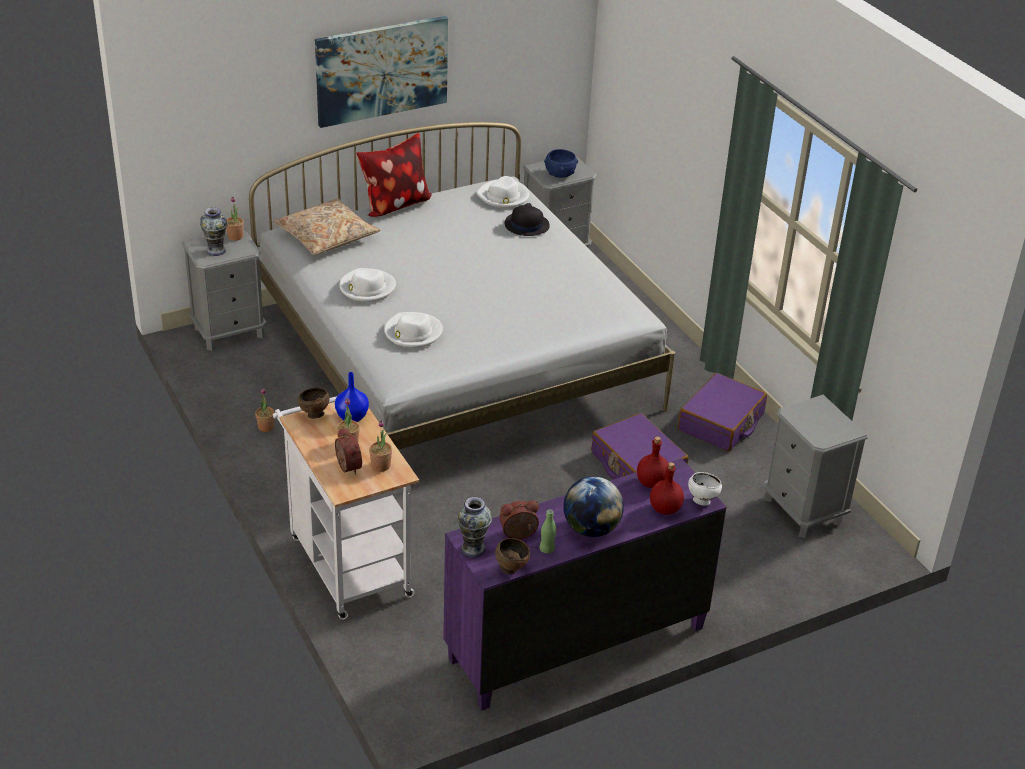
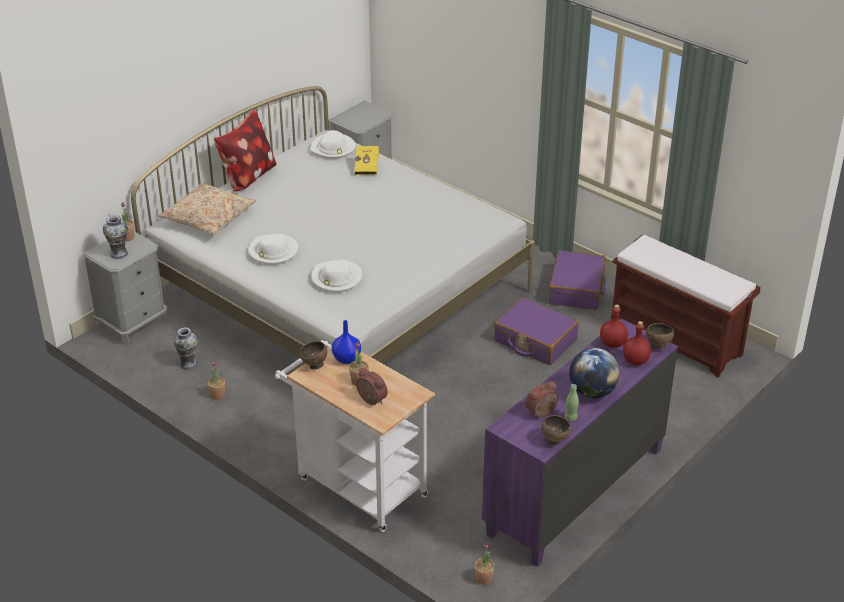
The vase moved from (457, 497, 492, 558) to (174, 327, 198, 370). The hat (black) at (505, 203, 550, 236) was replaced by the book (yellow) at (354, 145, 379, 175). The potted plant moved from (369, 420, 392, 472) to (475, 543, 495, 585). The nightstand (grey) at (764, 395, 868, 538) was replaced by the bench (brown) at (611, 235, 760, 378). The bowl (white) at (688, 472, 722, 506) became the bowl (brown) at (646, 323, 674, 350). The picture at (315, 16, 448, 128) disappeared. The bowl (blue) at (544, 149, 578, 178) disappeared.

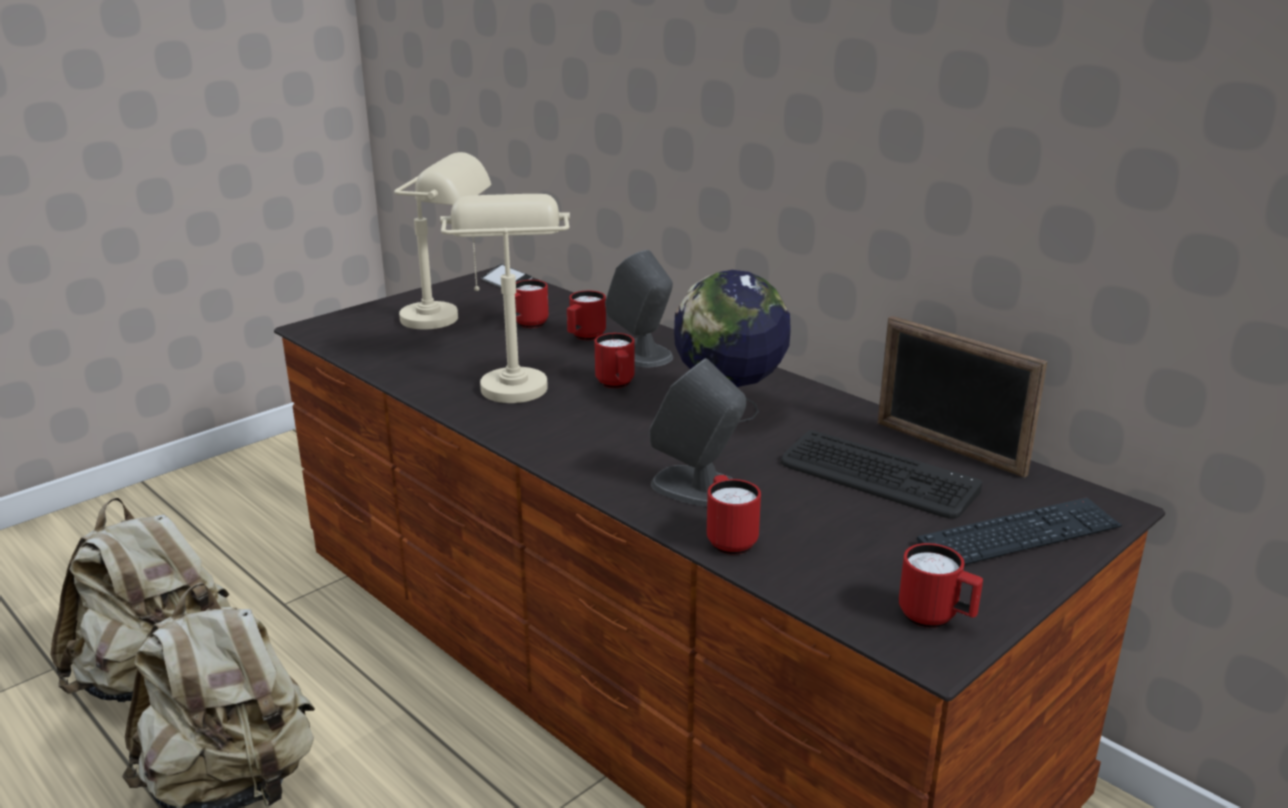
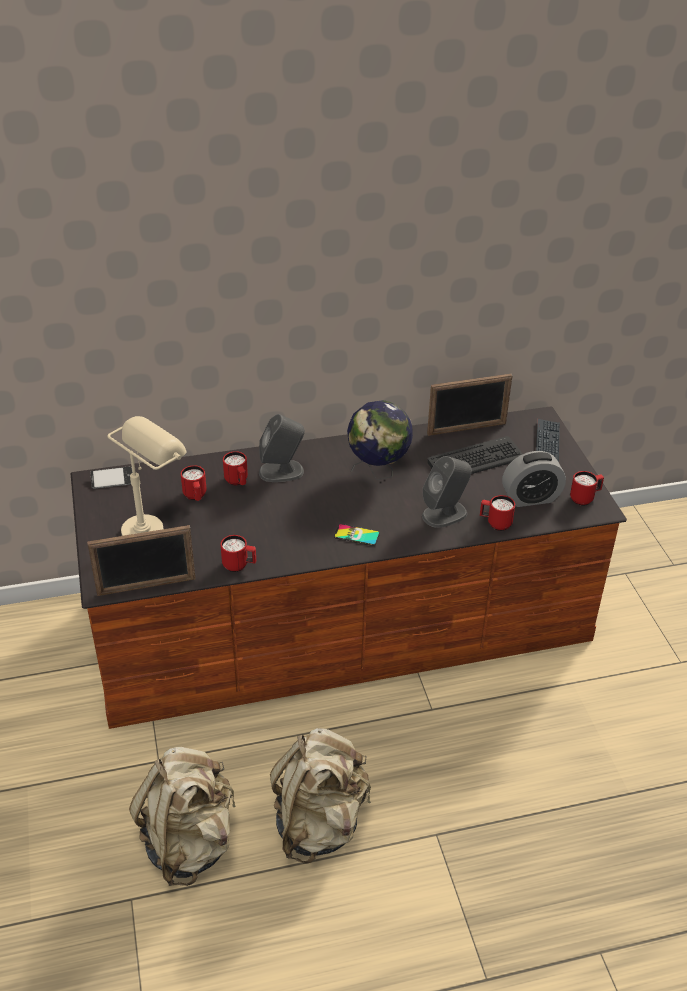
The picture frame at (87, 525, 196, 596) appeared. The mug (red) moved from (595, 333, 635, 388) to (220, 535, 256, 572). The phone at (334, 524, 380, 546) appeared. The alarm clock at (502, 451, 566, 507) appeared. The table lamp (beige) at (440, 194, 570, 403) disappeared.

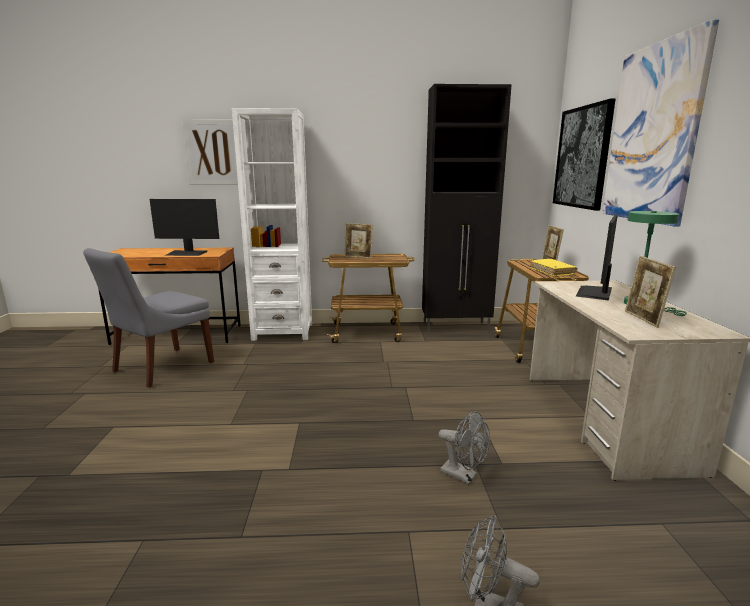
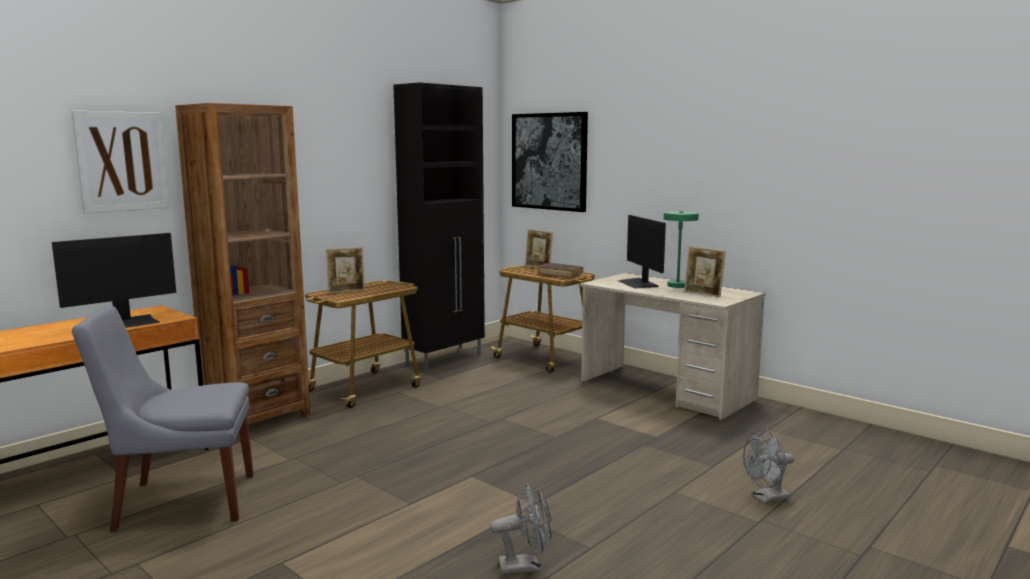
The chair (grey) at (83, 248, 214, 388) turned 90 degrees clockwise. The bookcase (white) at (232, 108, 312, 341) became the bookcase (brown) at (175, 103, 311, 437). The fan (grey) moved from (439, 411, 490, 484) to (490, 484, 552, 574). The book (yellow) at (530, 259, 577, 276) became the book (brown) at (538, 262, 583, 278). The picture at (603, 19, 719, 226) disappeared.

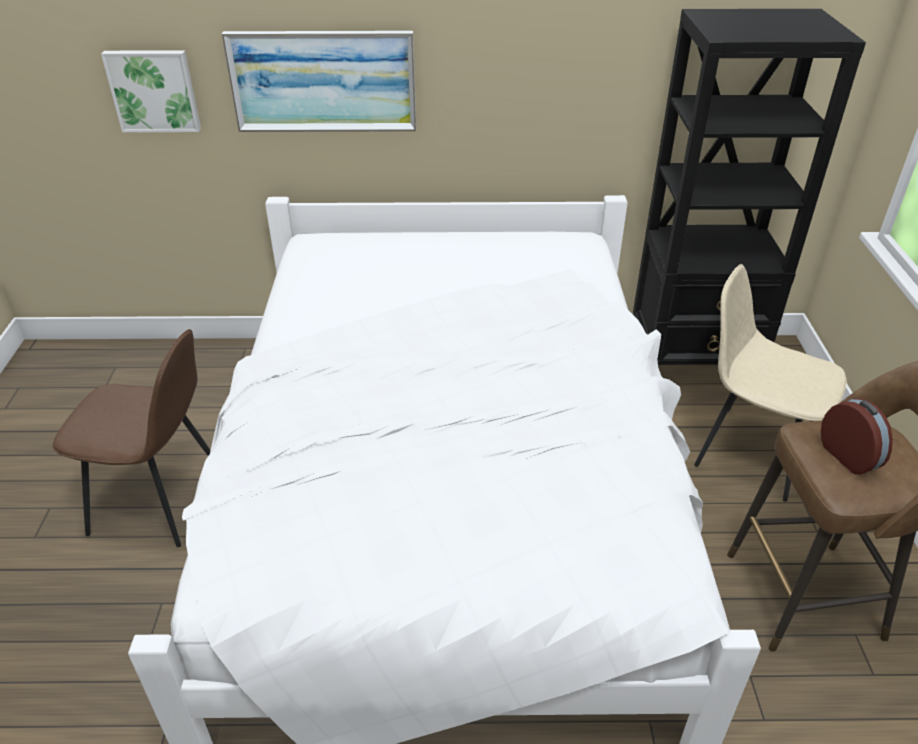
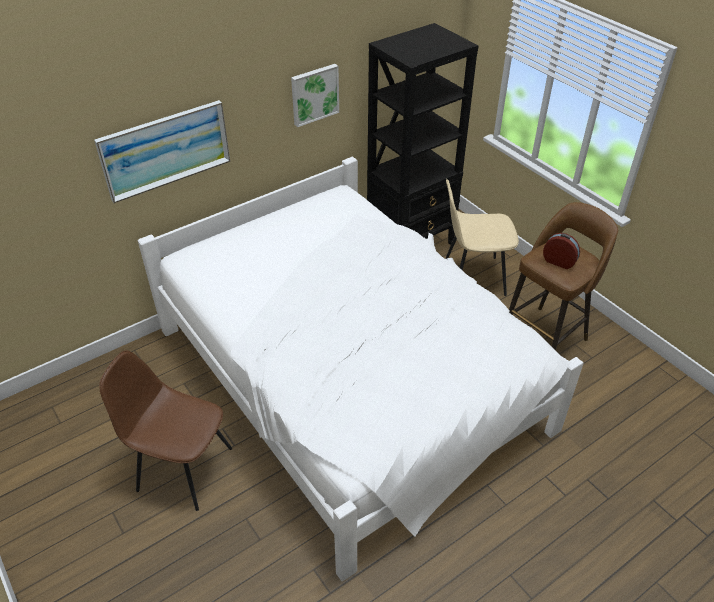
The chair (brown) at (53, 329, 210, 547) turned 135 degrees counterclockwise. The picture moved from (101, 50, 201, 132) to (291, 64, 339, 127).

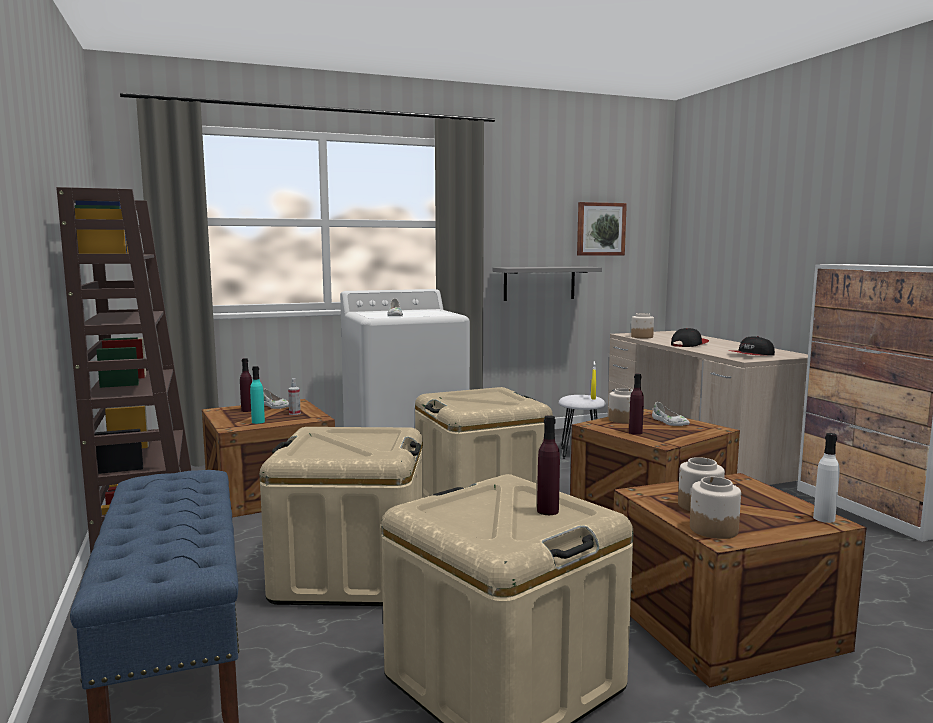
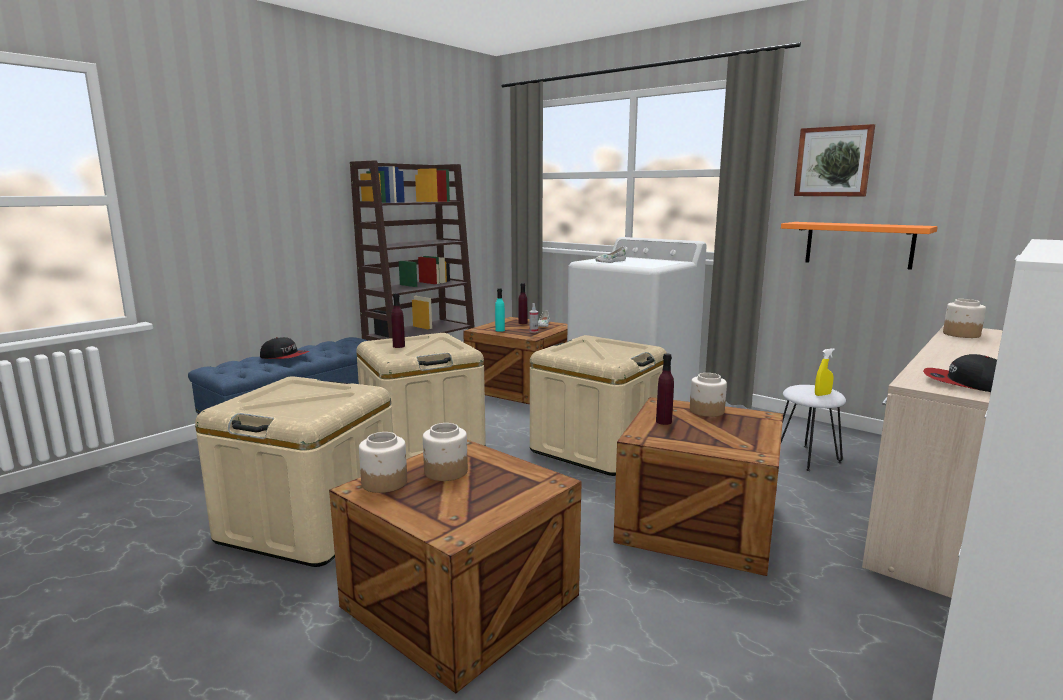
The cap moved from (671, 328, 709, 347) to (260, 337, 309, 359). The bottle (purple) moved from (537, 415, 560, 515) to (391, 293, 405, 348). The shelf (grey) at (492, 266, 602, 301) became the shelf (orange) at (781, 222, 938, 270). The picture moved from (577, 202, 627, 256) to (794, 124, 875, 196). The shoe (white) at (652, 402, 690, 426) disappeared. The bottle (white) at (813, 433, 840, 523) disappeared.

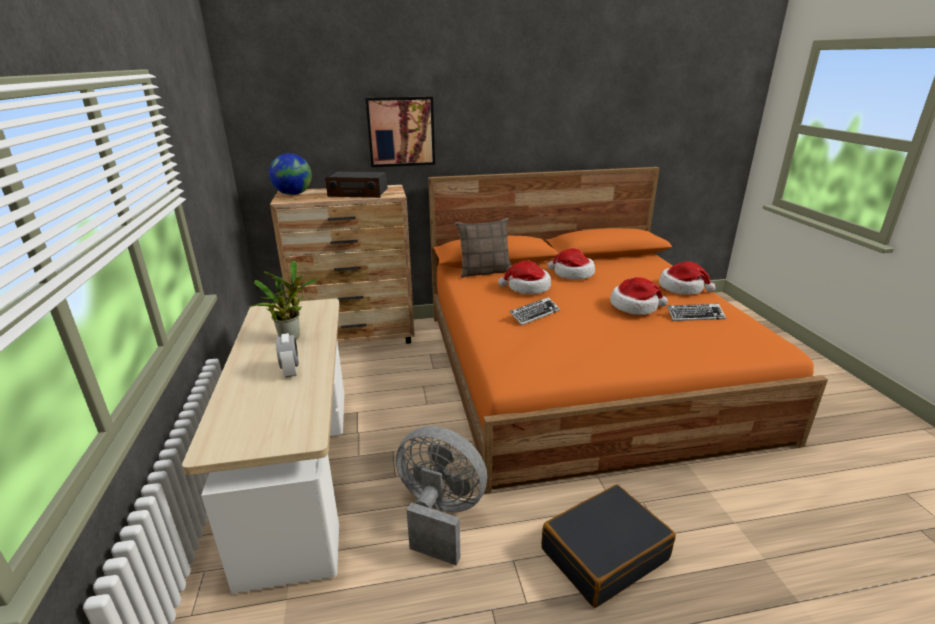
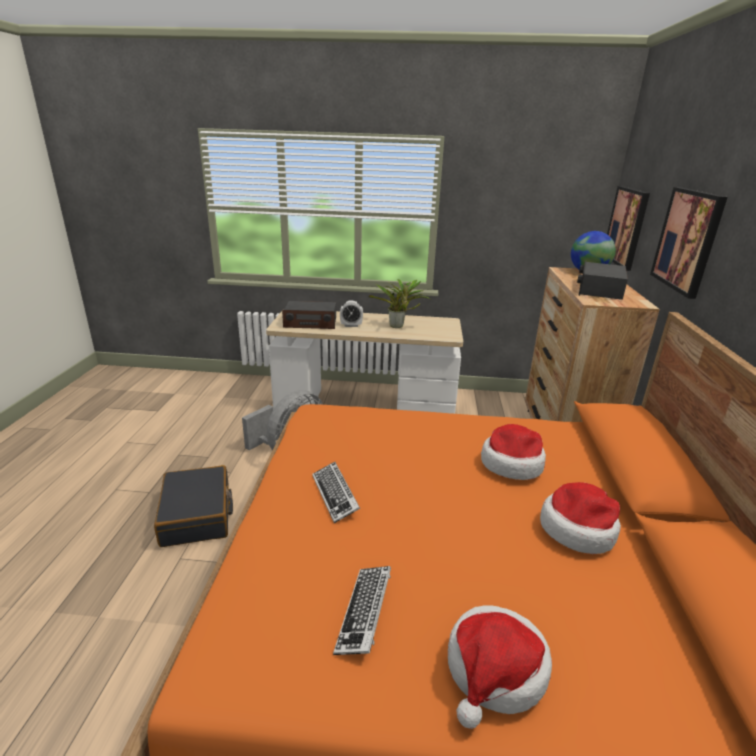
The radio at (282, 301, 336, 329) appeared. The keyboard moved from (510, 297, 560, 325) to (312, 462, 360, 523). The picture at (607, 186, 650, 271) appeared. The pillow at (455, 218, 512, 278) disappeared. The hat at (610, 277, 668, 315) disappeared.

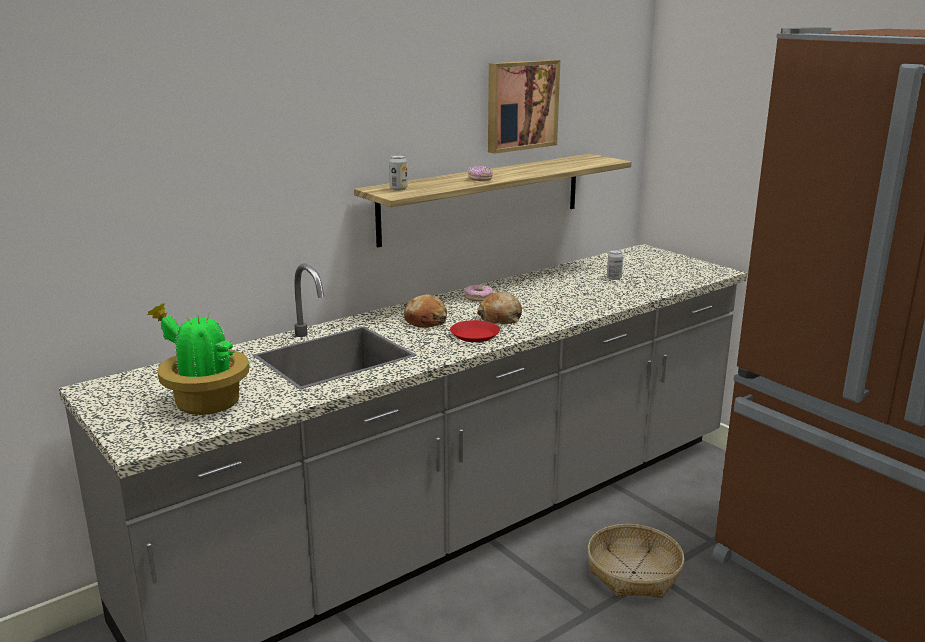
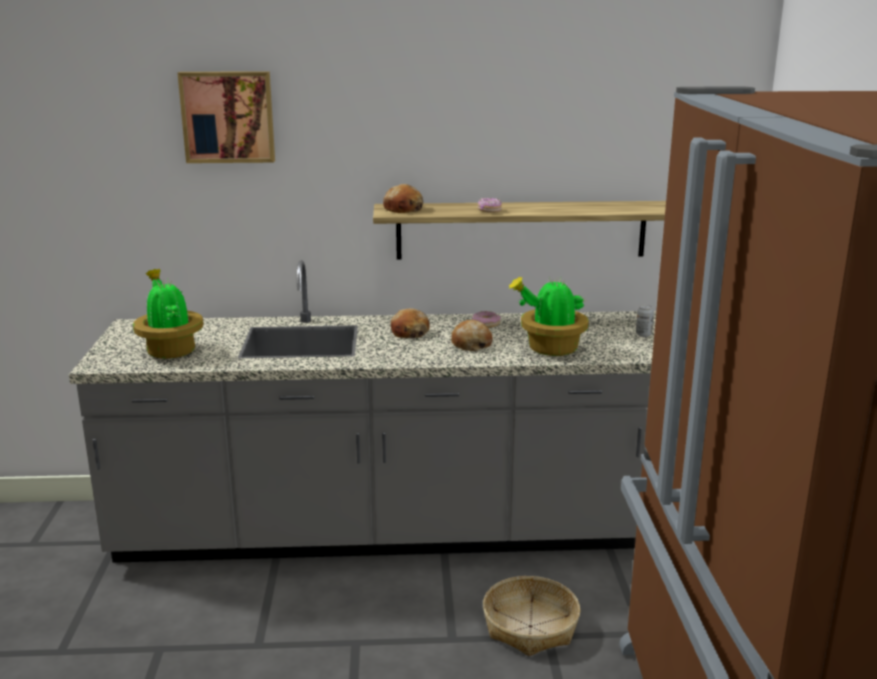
The picture moved from (488, 60, 560, 154) to (178, 71, 275, 163). The can at (389, 155, 407, 190) was replaced by the bread at (383, 184, 423, 213). The potted plant at (508, 277, 589, 356) appeared. The plate (red) at (450, 320, 500, 342) disappeared.

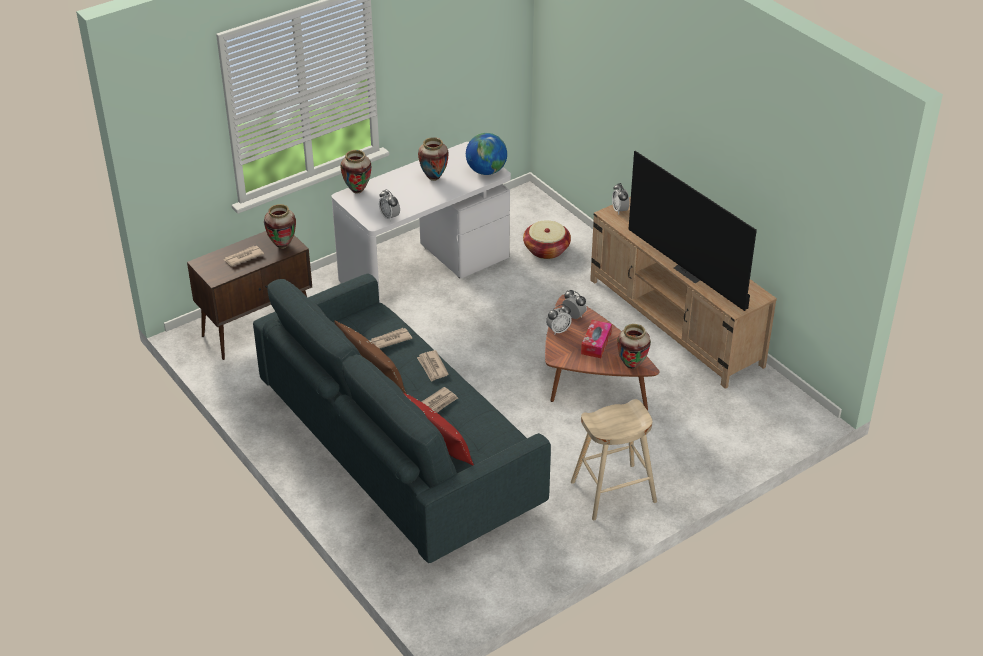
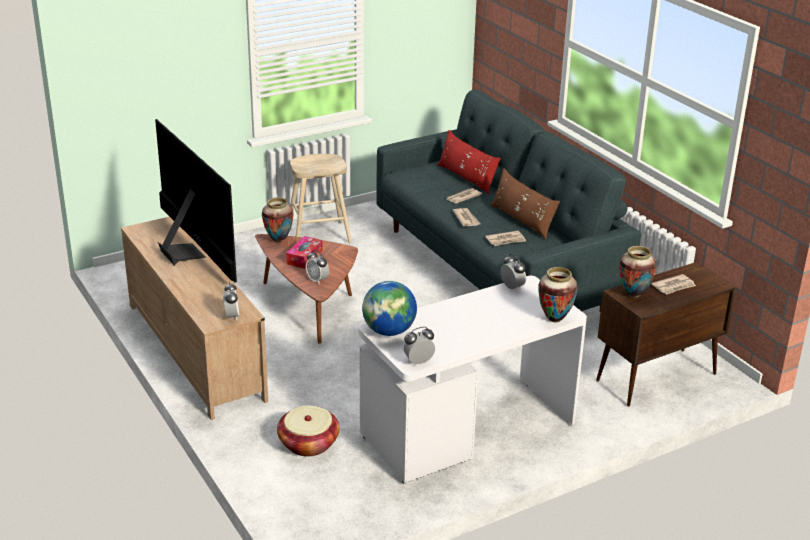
The alarm clock moved from (546, 304, 572, 335) to (403, 327, 435, 365). The vase at (418, 137, 449, 181) disappeared.

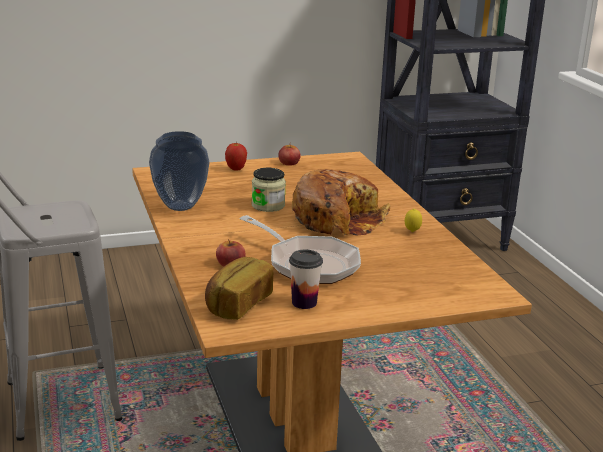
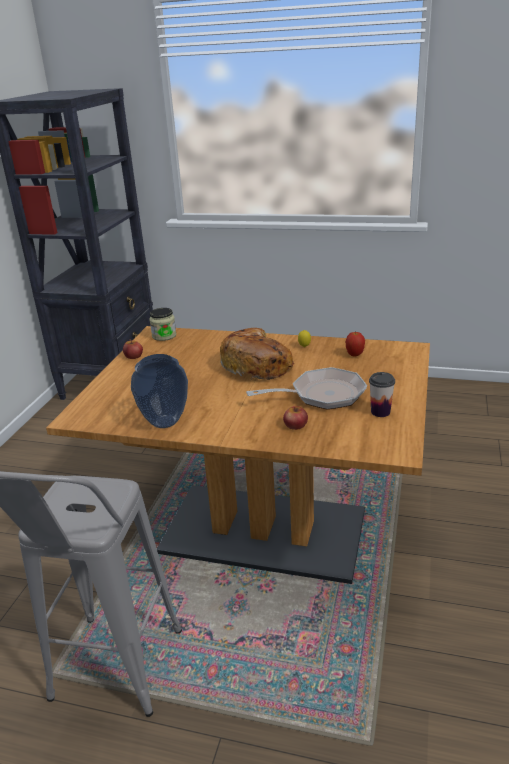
The jar moved from (252, 168, 286, 212) to (149, 308, 176, 341). The apple moved from (225, 143, 247, 171) to (346, 332, 365, 357). The bread at (205, 257, 273, 320) disappeared.

